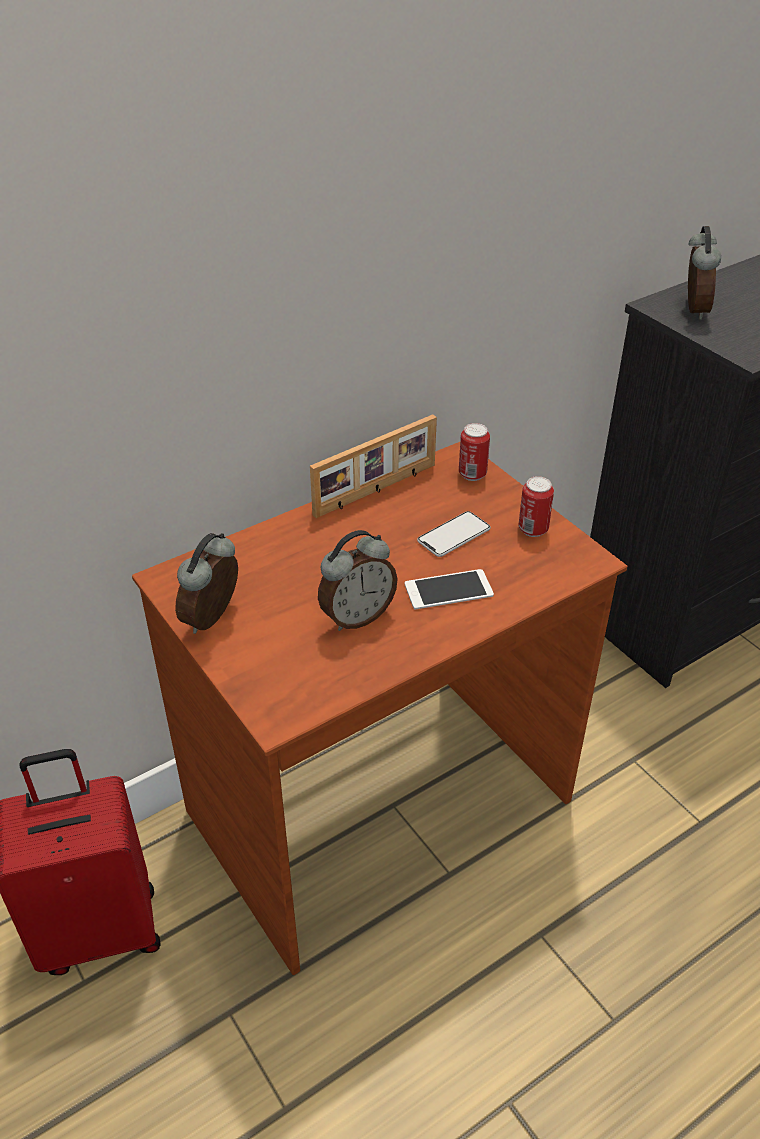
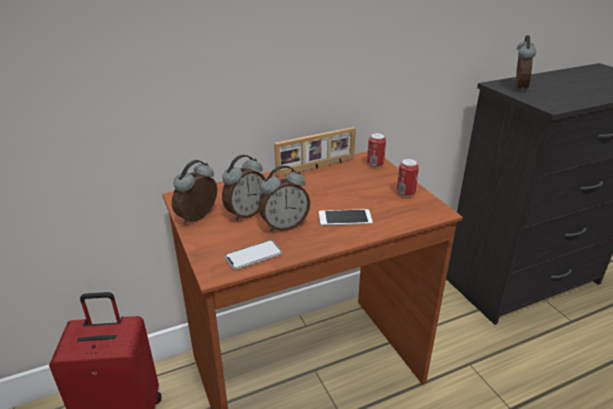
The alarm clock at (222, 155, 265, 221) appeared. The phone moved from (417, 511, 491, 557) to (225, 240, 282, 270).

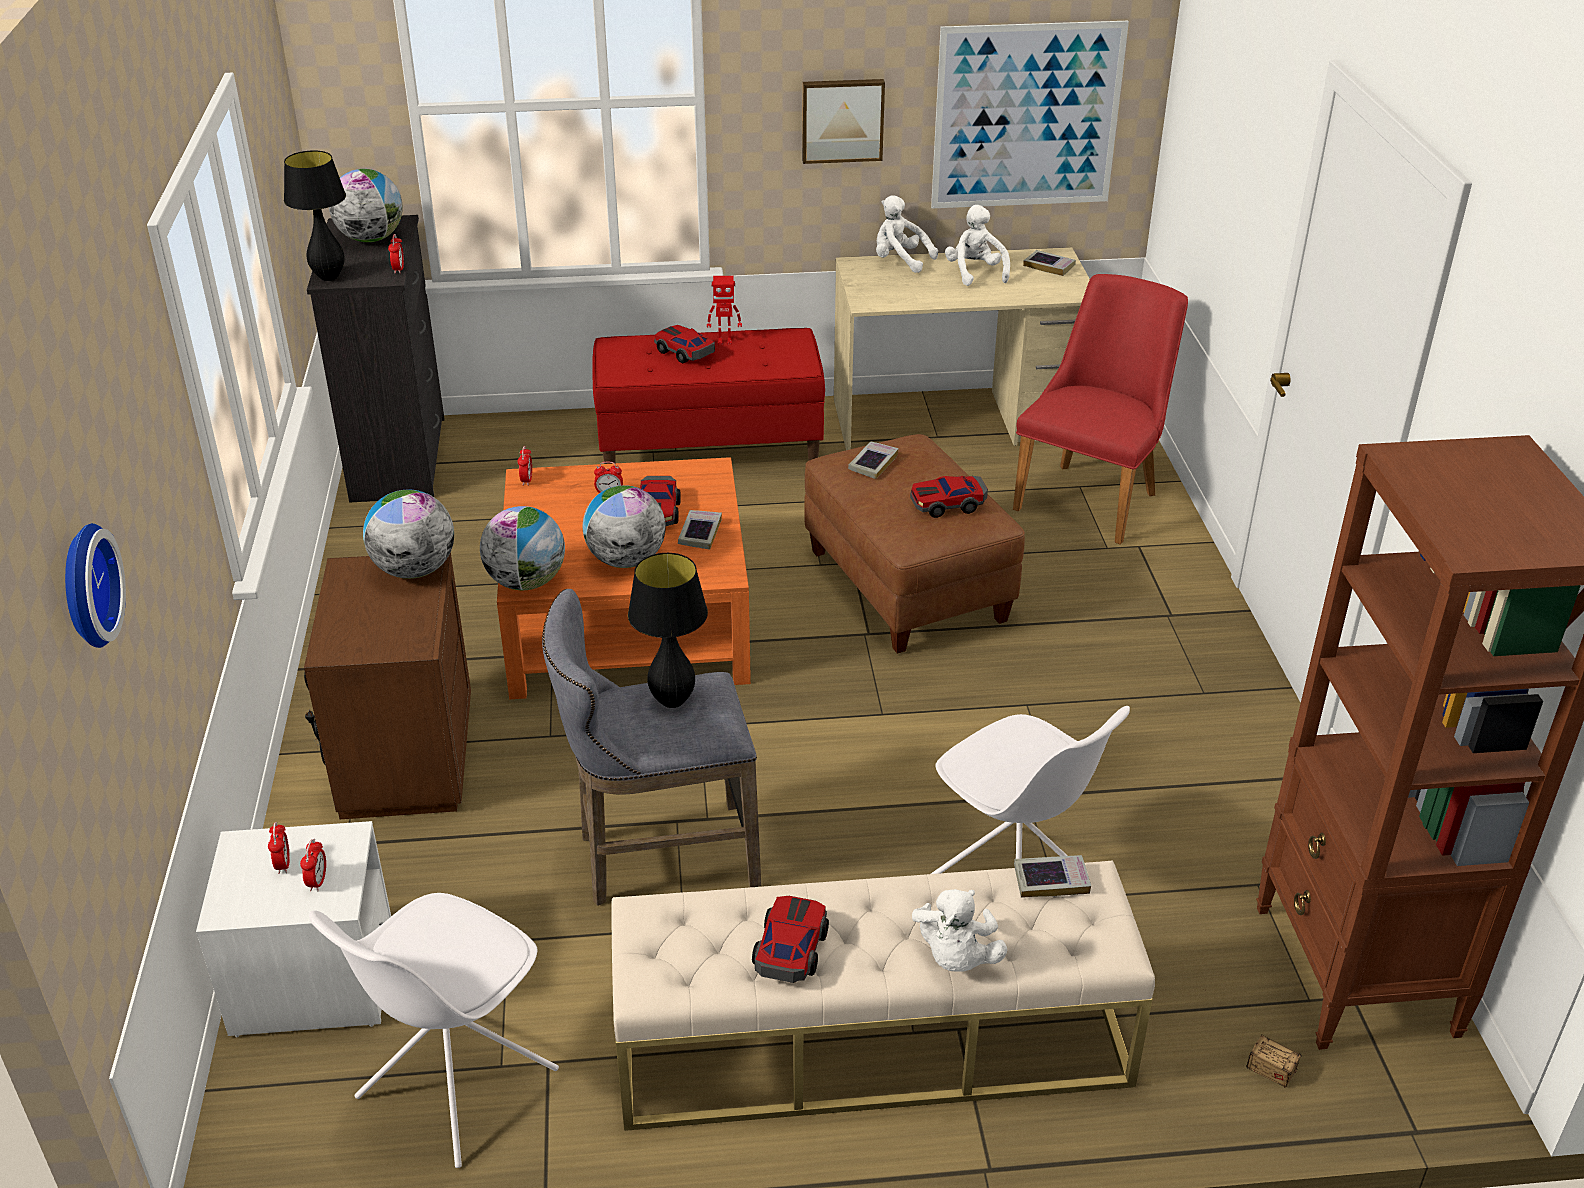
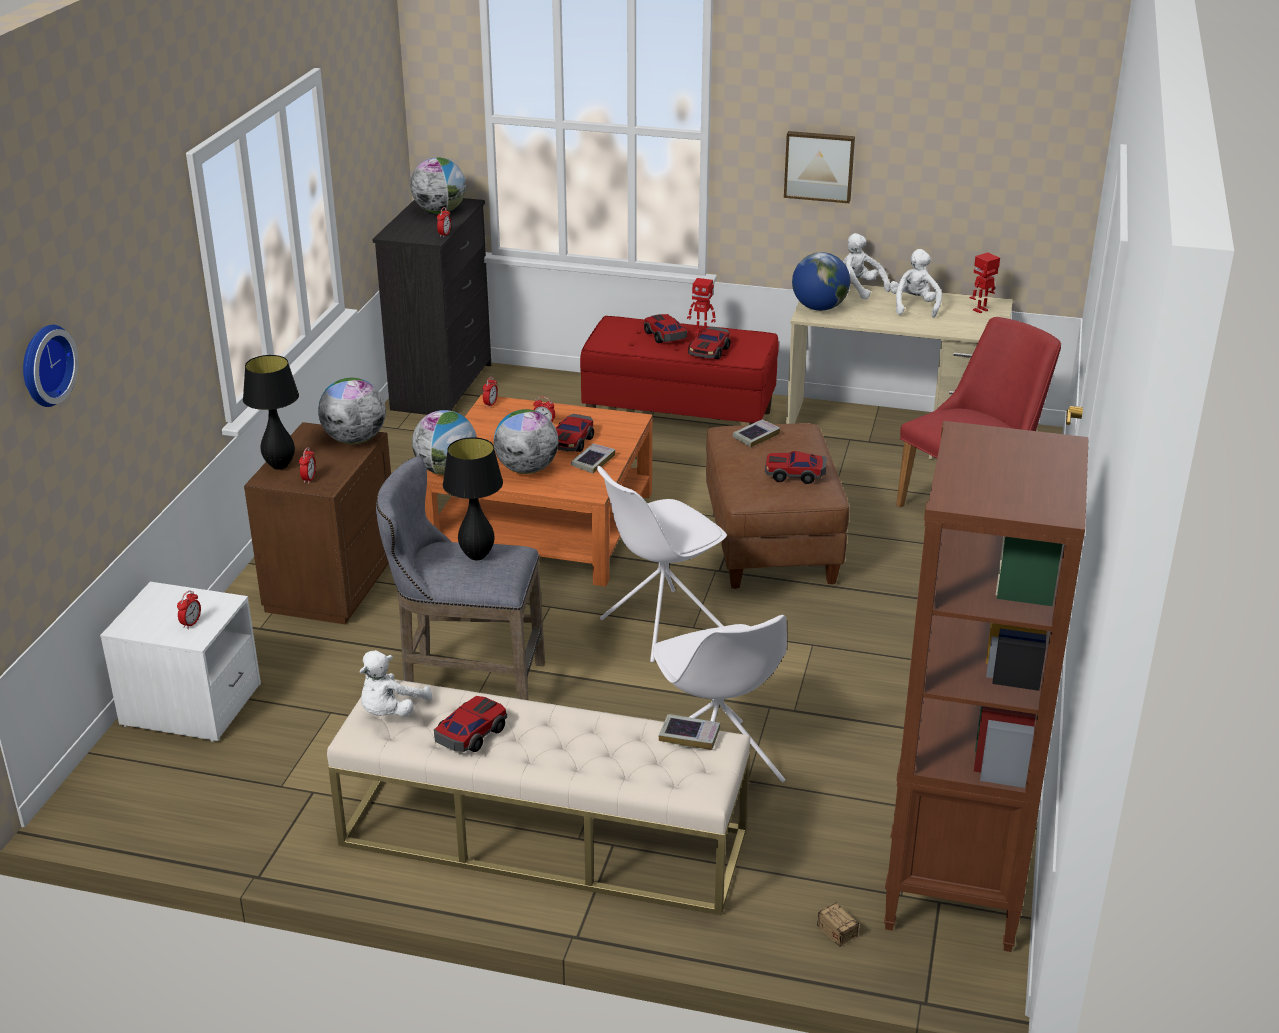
The table lamp (black) moved from (284, 151, 346, 281) to (243, 355, 299, 470). The alarm clock moved from (268, 822, 290, 874) to (299, 447, 316, 484). The plush toy (white) moved from (912, 889, 1007, 972) to (360, 650, 432, 717). The chair (white) moved from (309, 893, 559, 1168) to (597, 466, 727, 662). The toy car at (688, 326, 730, 359) appeared. The globe at (792, 252, 850, 311) appeared. The book at (1023, 250, 1076, 276) was replaced by the toy robot at (969, 252, 1000, 313). The picture at (931, 21, 1129, 208) disappeared.

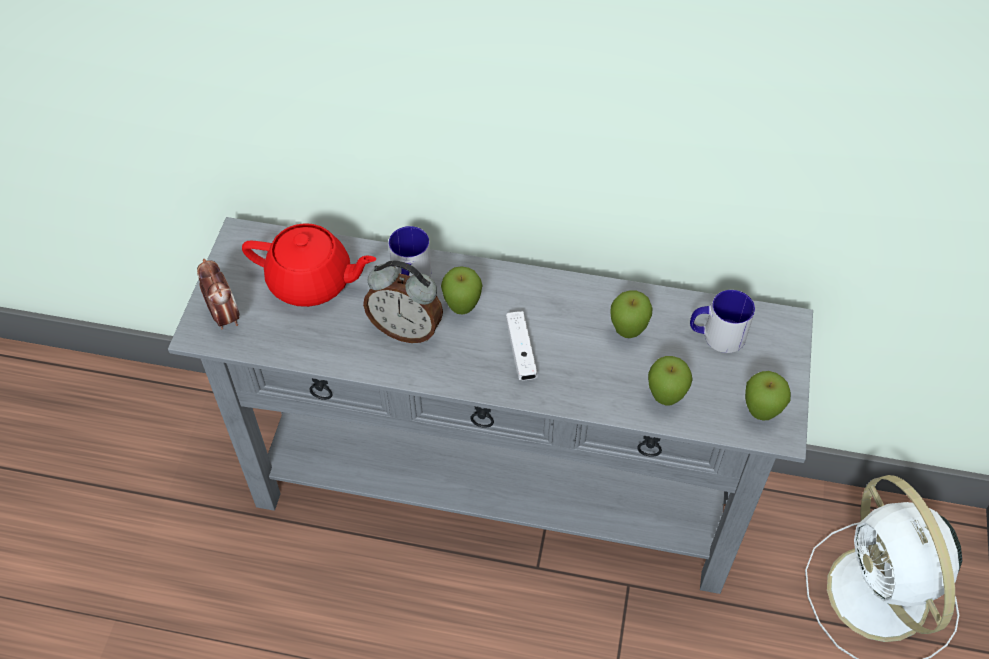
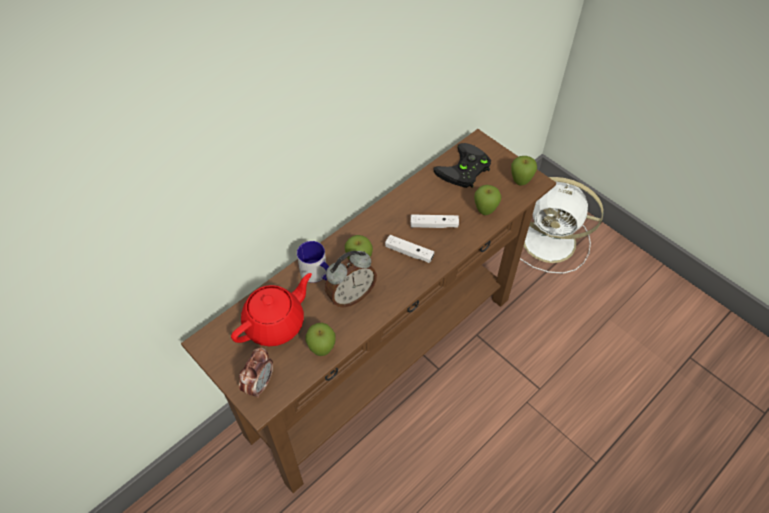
The console table (grey) at (168, 217, 813, 594) became the console table (brown) at (181, 129, 556, 493). The alarm clock at (197, 259, 240, 329) turned 105 degrees clockwise. The apple moved from (610, 291, 653, 338) to (305, 323, 336, 356). The game controller (white) at (411, 214, 459, 228) appeared. The mug at (690, 290, 755, 353) was replaced by the game controller (black) at (433, 143, 491, 188).

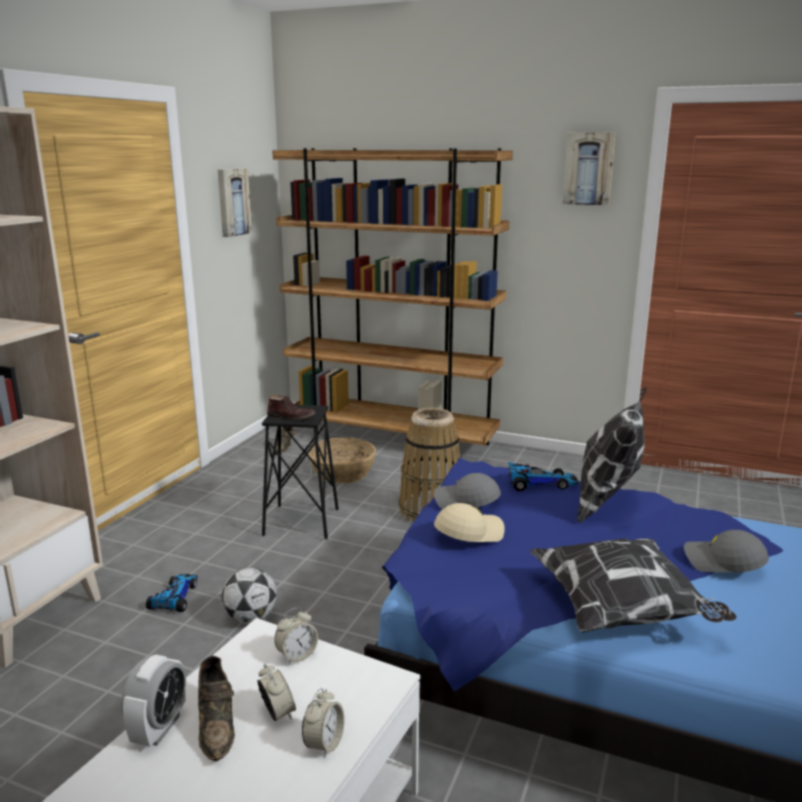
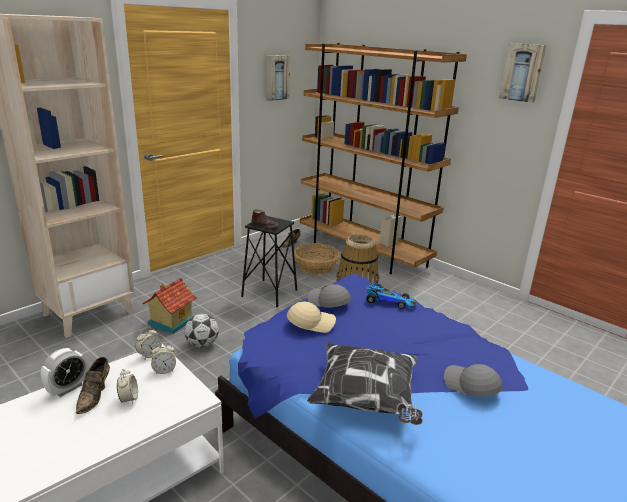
The alarm clock moved from (302, 688, 344, 758) to (135, 327, 162, 359). The toy car at (146, 574, 198, 612) was replaced by the toy house at (143, 278, 197, 334). The pillow at (577, 387, 648, 523) disappeared.

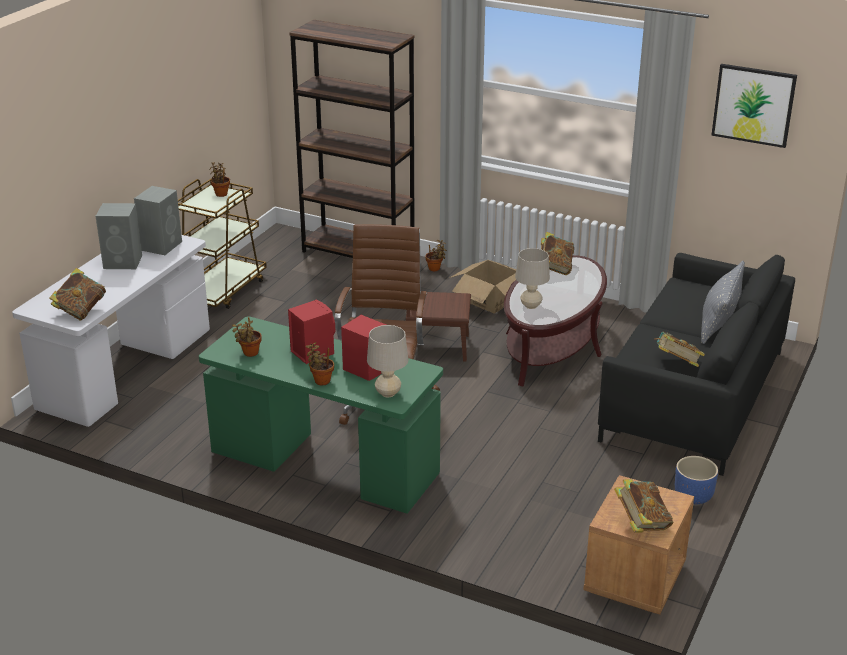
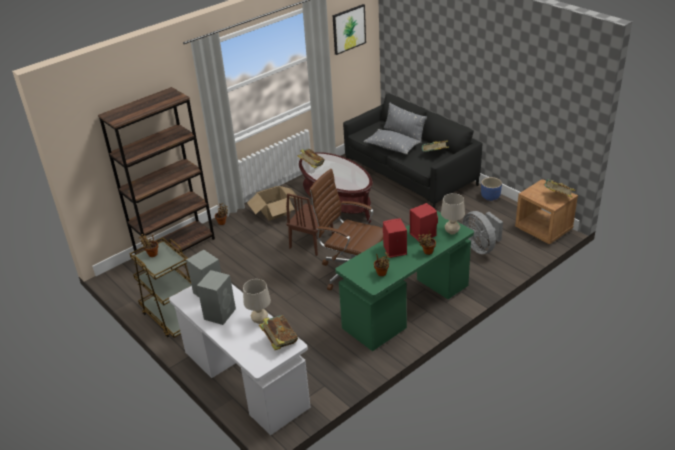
The table lamp (beige) moved from (515, 248, 550, 309) to (243, 279, 271, 324). The pillow (grey) at (364, 129, 421, 155) appeared. The fan (grey) at (462, 211, 503, 254) appeared.

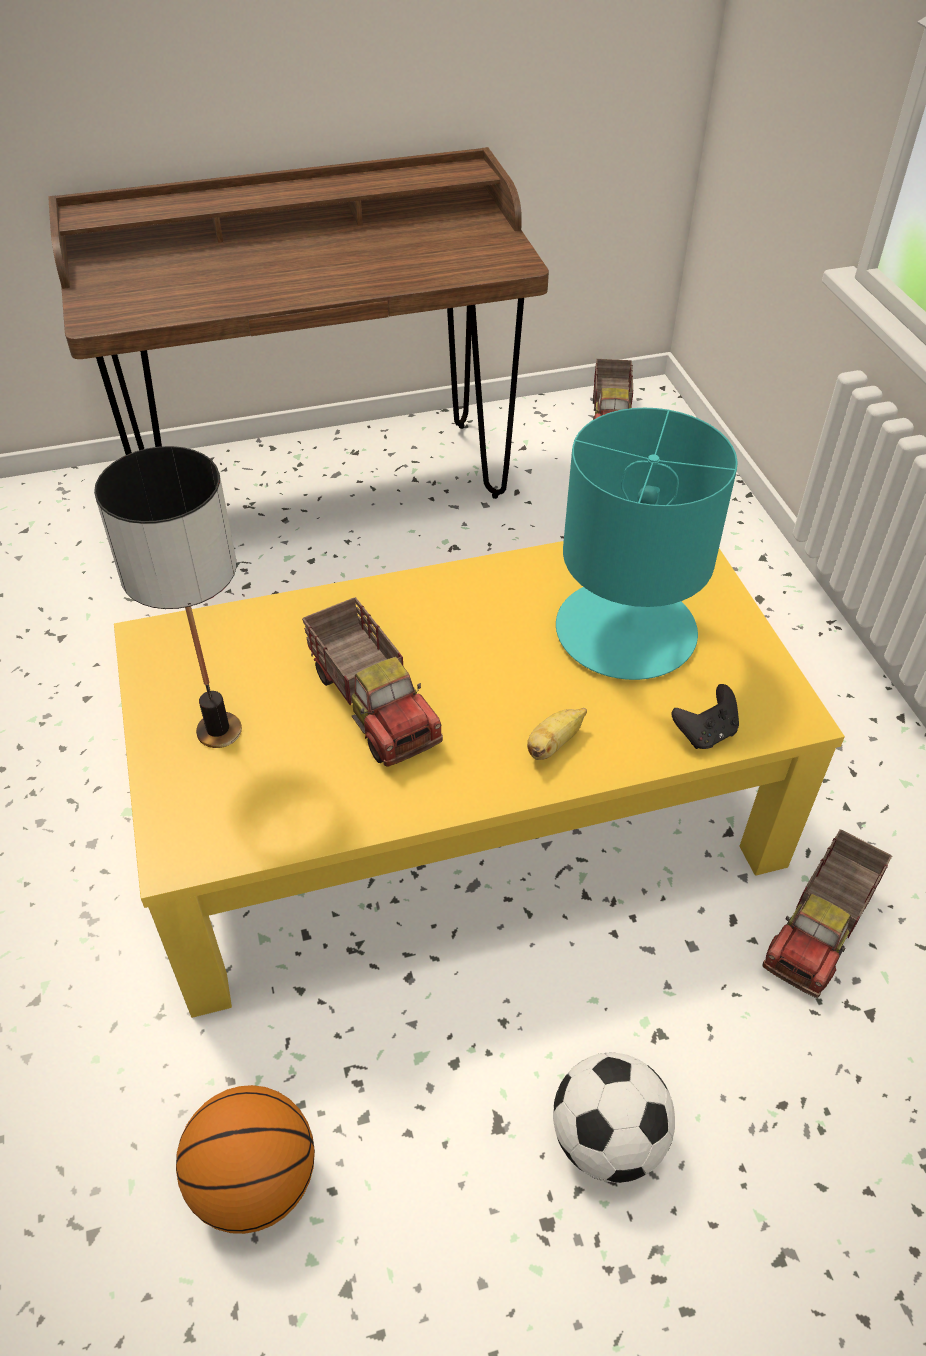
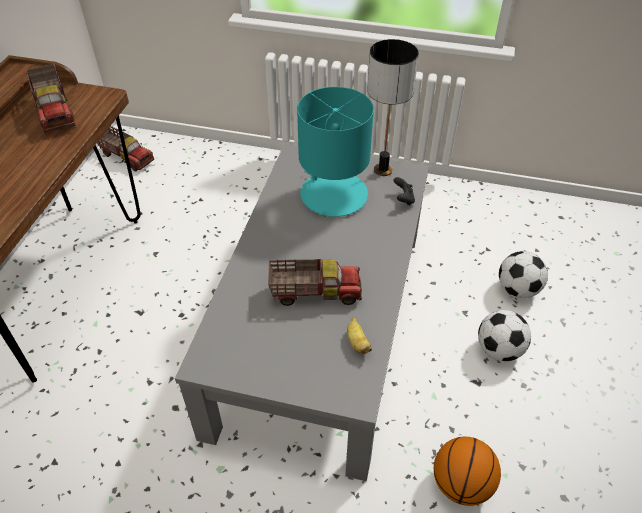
The toy truck moved from (763, 829, 892, 998) to (26, 64, 75, 133). The coffee table (yellow) at (114, 541, 845, 1018) became the coffee table (grey) at (175, 144, 429, 481). The banana moved from (527, 708, 587, 760) to (347, 317, 372, 354). The table lamp moved from (94, 446, 242, 748) to (367, 39, 419, 176). The football at (499, 251, 548, 298) appeared.

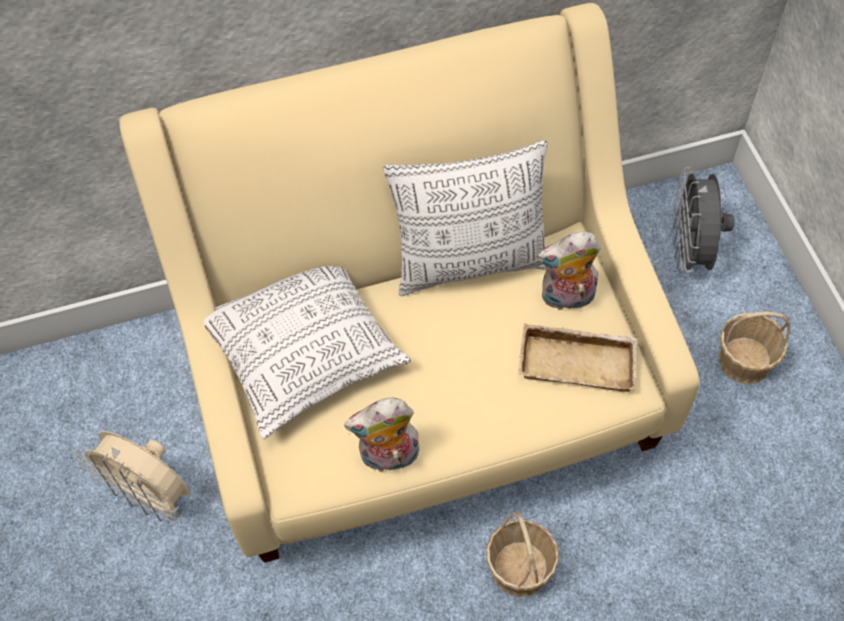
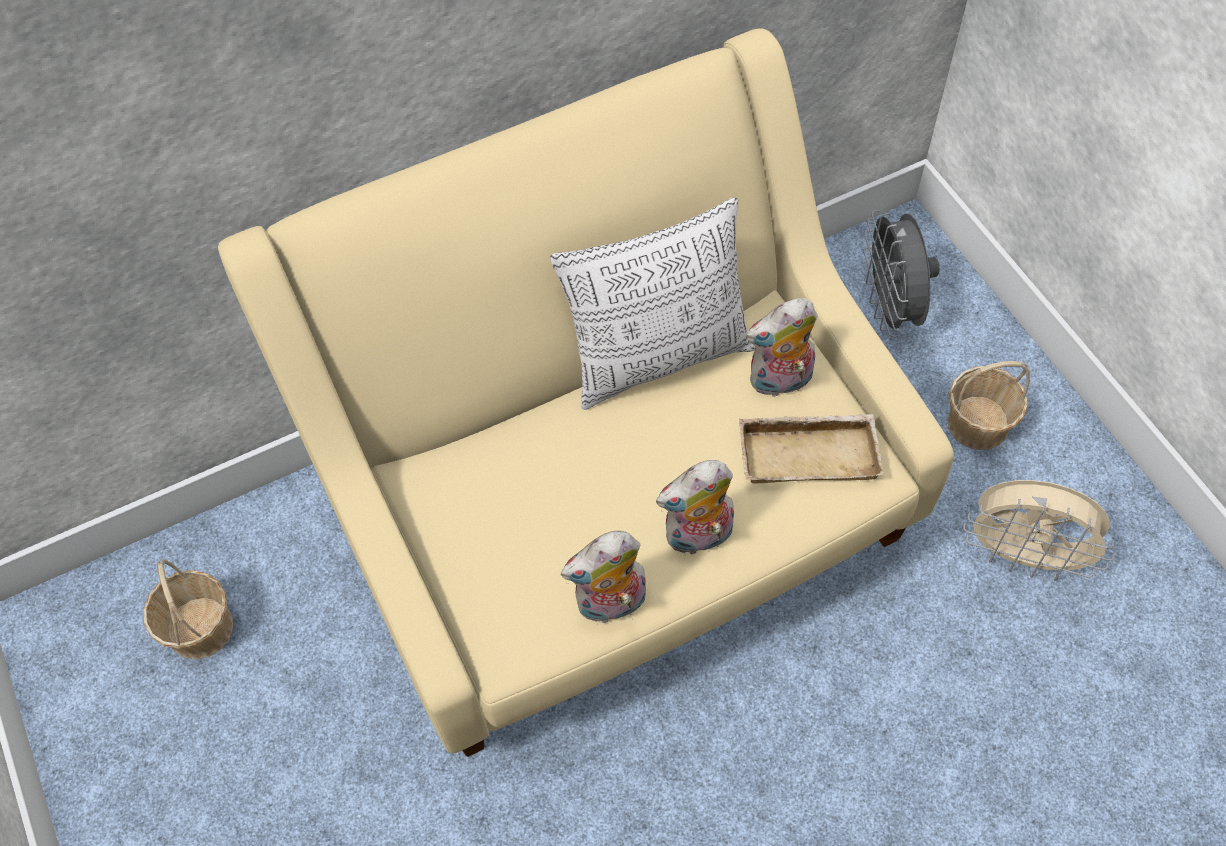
The basket moved from (486, 512, 559, 597) to (144, 559, 233, 660). The plush toy at (656, 460, 734, 555) appeared. The fan (beige) moved from (76, 431, 190, 524) to (963, 480, 1115, 581). The pillow at (204, 266, 411, 440) disappeared.

